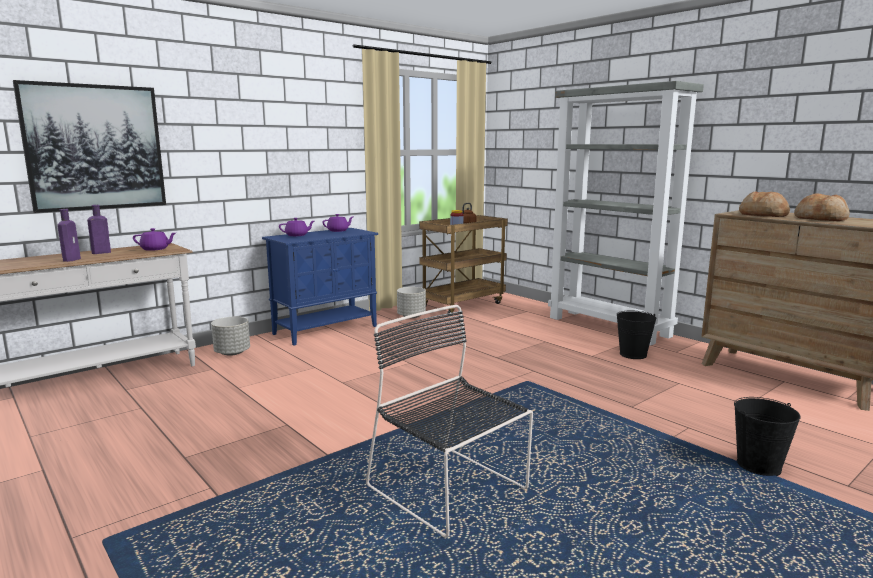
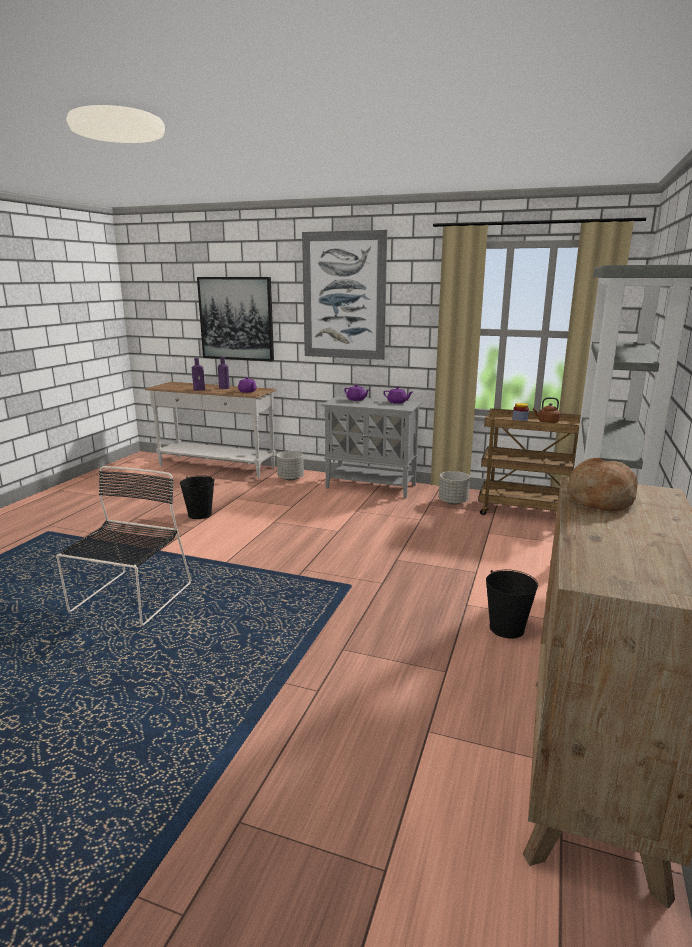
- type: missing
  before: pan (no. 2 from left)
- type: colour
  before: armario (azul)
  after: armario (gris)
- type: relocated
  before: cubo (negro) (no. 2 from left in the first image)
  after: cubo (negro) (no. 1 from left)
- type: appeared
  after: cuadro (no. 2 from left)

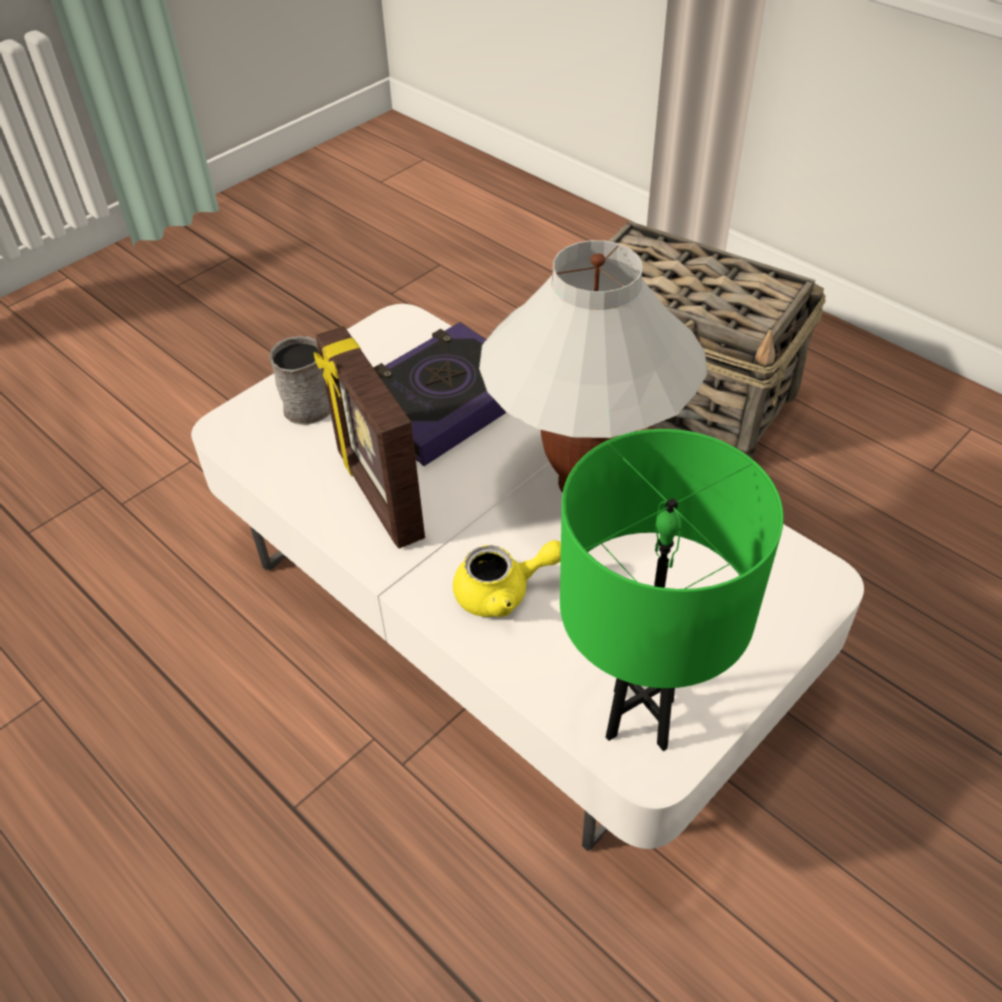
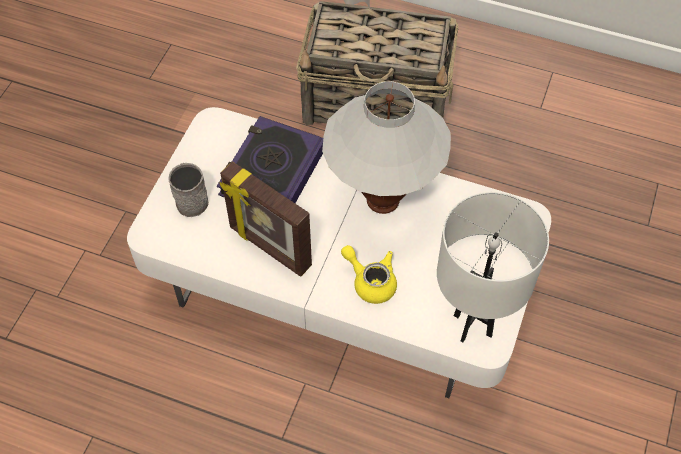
- type: colour
  before: lámpara de mesa (verde)
  after: lámpara de mesa (blanco) (no. 2 from left)
- type: spun
  before: tetera (amarillo)
  turn: -105

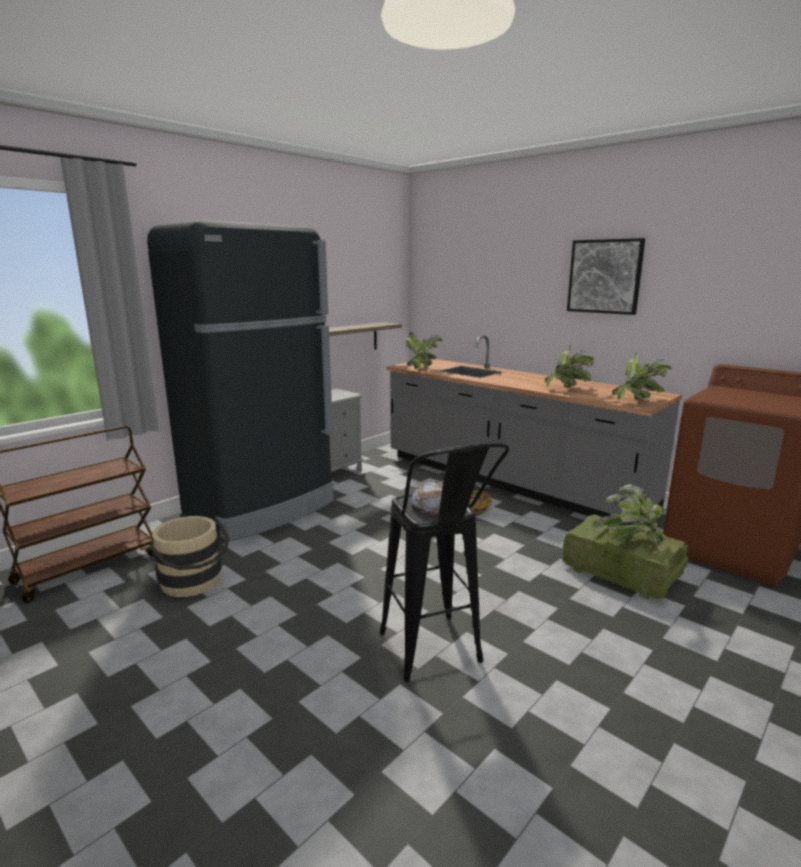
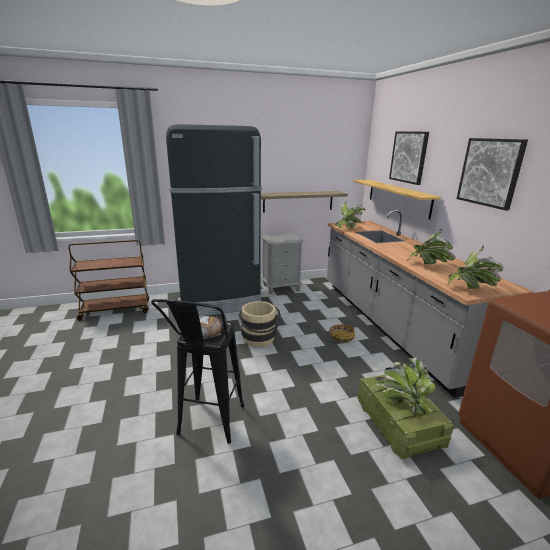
- type: relocated
  before: cubo (beis)
- type: appeared
  after: cuadro (no. 1 from left)
- type: appeared
  after: estante (no. 2 from left)

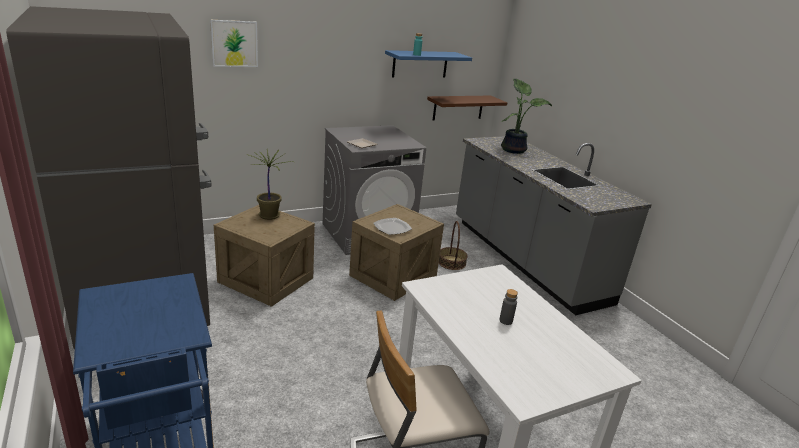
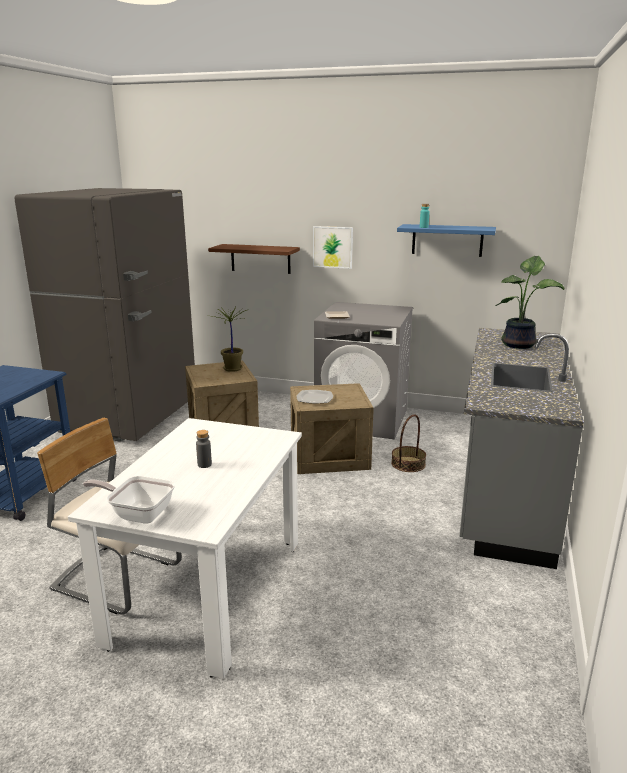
- type: relocated
  before: cuadro
- type: relocated
  before: estante (marrón)
- type: appeared
  after: sartén

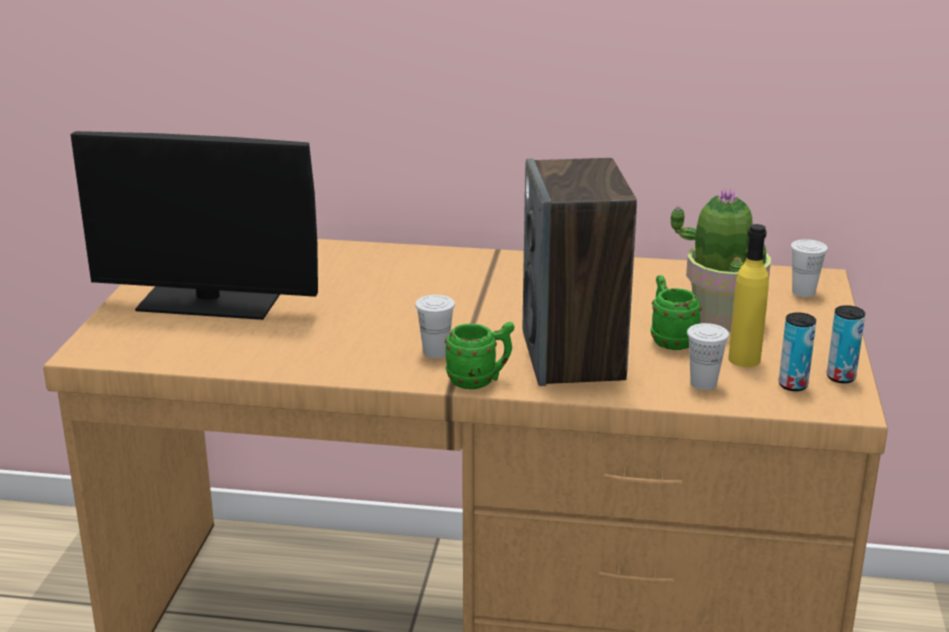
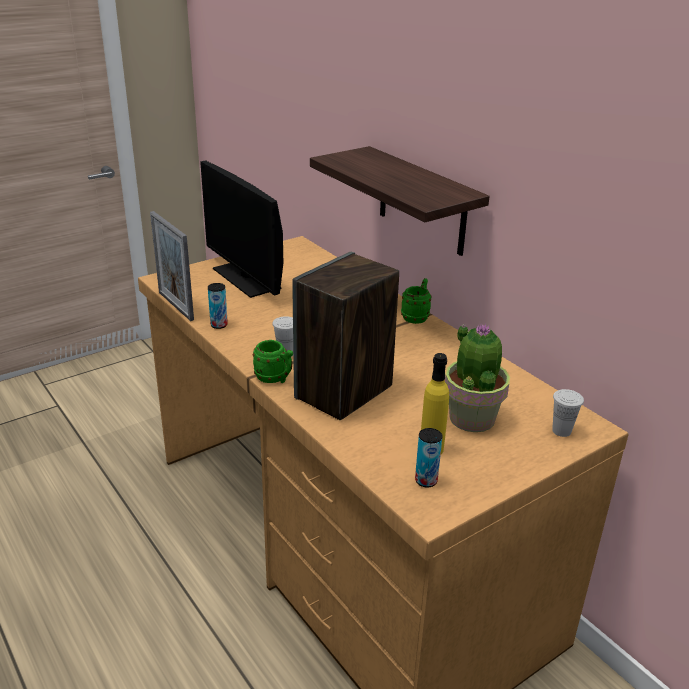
- type: relocated
  before: taza grande (verde) (no. 2 from left)
- type: relocated
  before: lata (no. 2 from left in the first image)
  after: lata (no. 1 from left)
- type: missing
  before: taza (blanco) (no. 2 from left)
- type: appeared
  after: estante
- type: appeared
  after: portarretratos

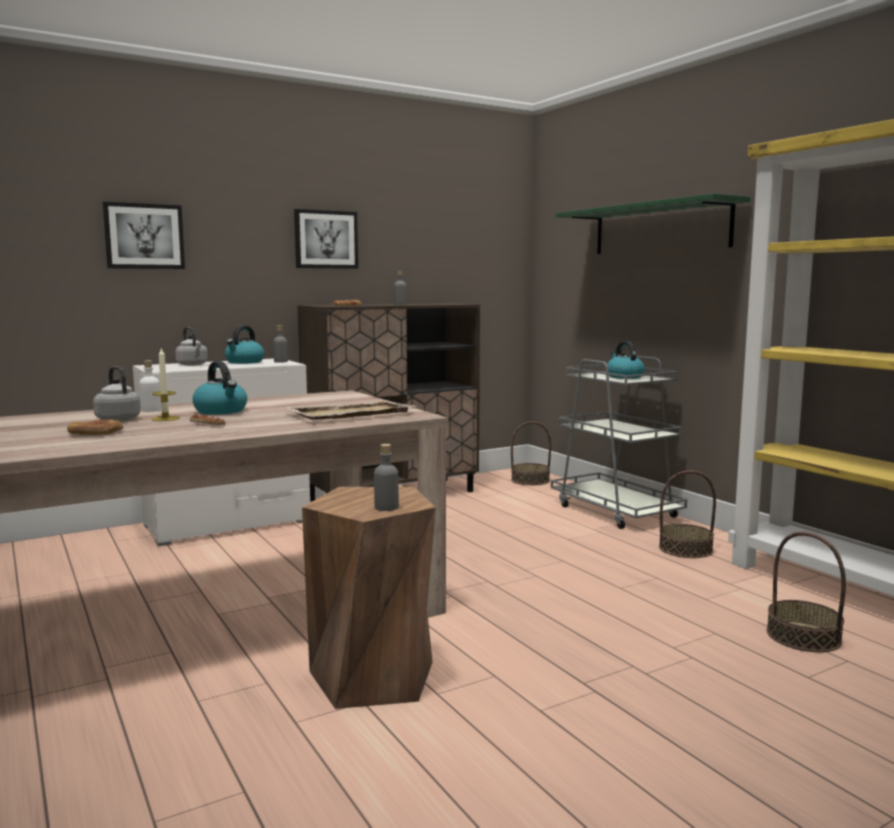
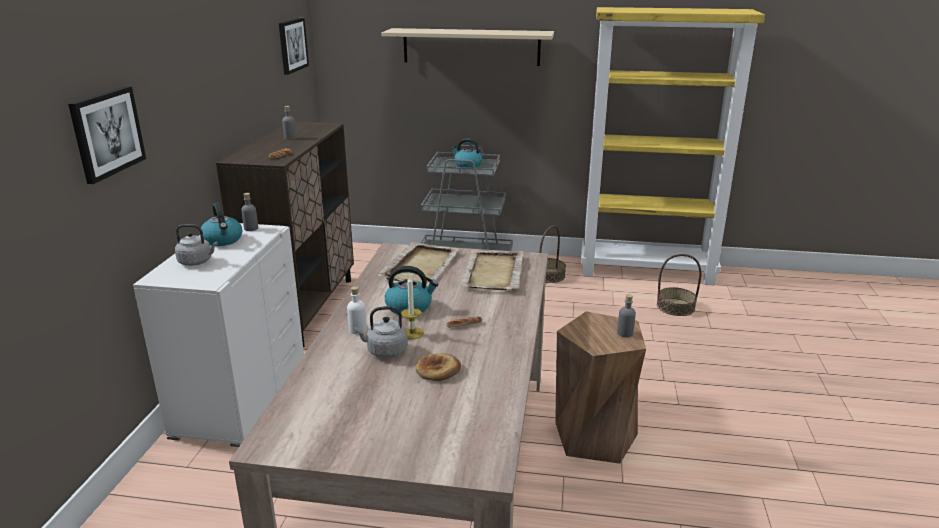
- type: colour
  before: estante (verde)
  after: estante (beis)
- type: relocated
  before: cuadro (no. 2 from left)
- type: missing
  before: cesta (no. 1 from left)
- type: appeared
  after: bandeja (beis) (no. 1 from left)

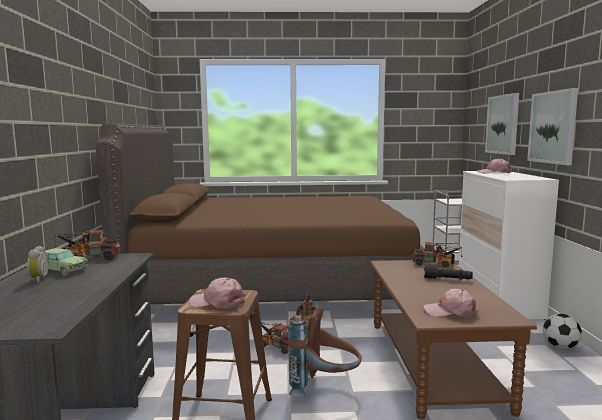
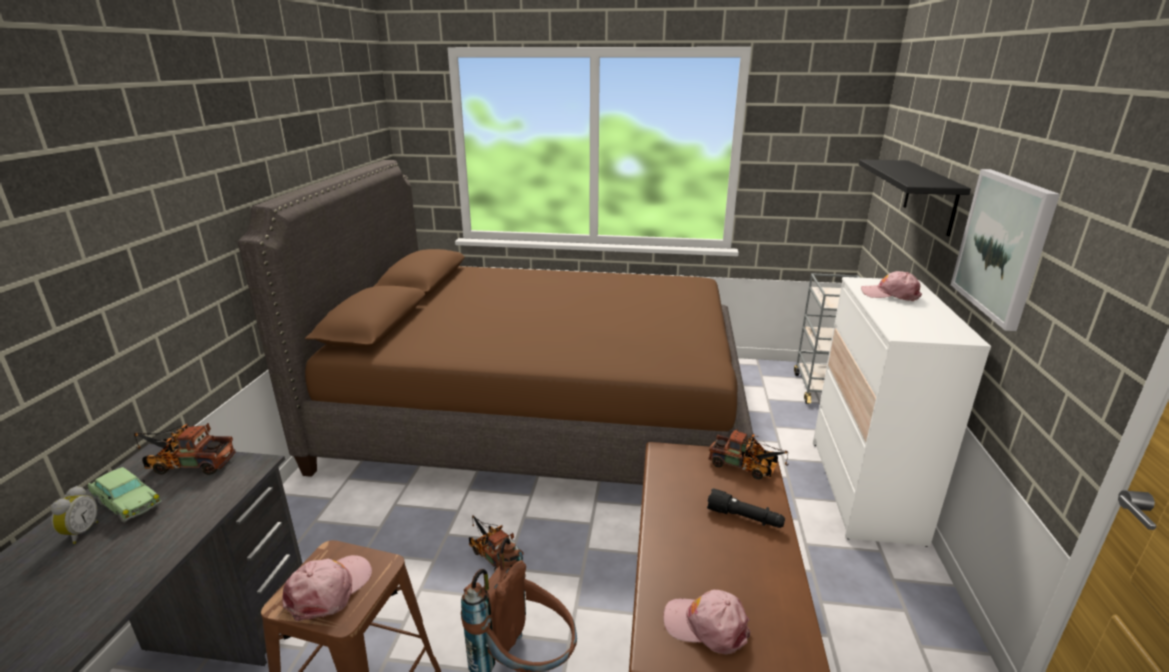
- type: exchanged
  before: cuadro (no. 1 from left)
  after: estante (negro)
- type: spun
  before: gorra (rosa) (no. 1 from left)
  turn: 90
- type: missing
  before: balón de fútbol

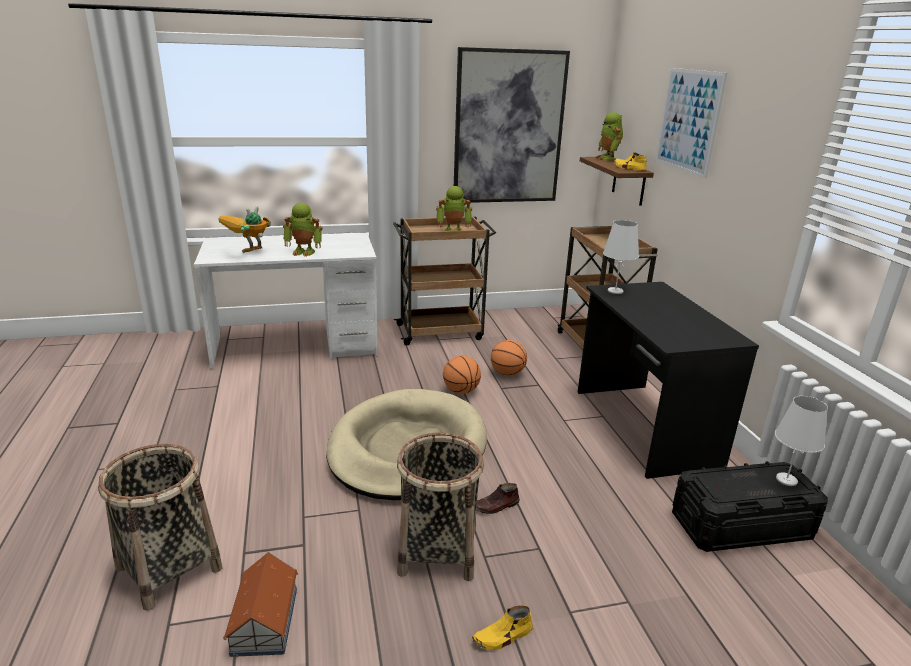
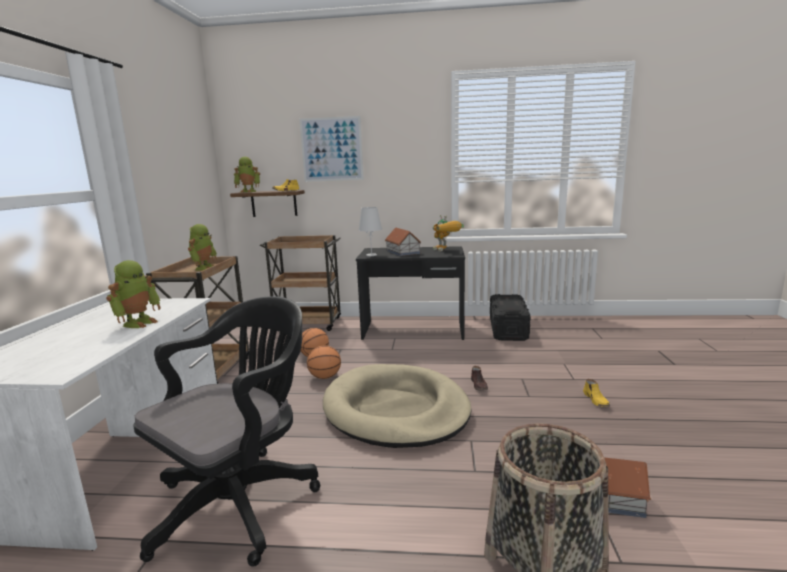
- type: missing
  before: cuadro (no. 1 from left)
- type: relocated
  before: robot de juguete (no. 1 from left in the first image)
  after: robot de juguete (no. 4 from left)
- type: missing
  before: lámpara de mesa (blanco) (no. 2 from left)
- type: missing
  before: cesta (no. 2 from left)
- type: appeared
  after: casita (no. 1 from left)
- type: appeared
  after: silla de oficina (negro)

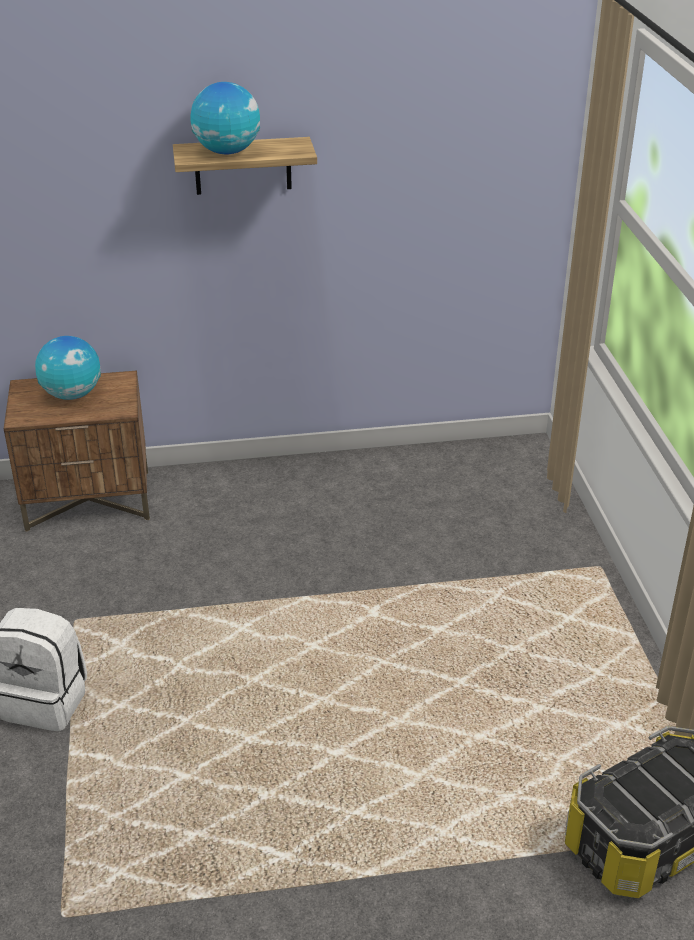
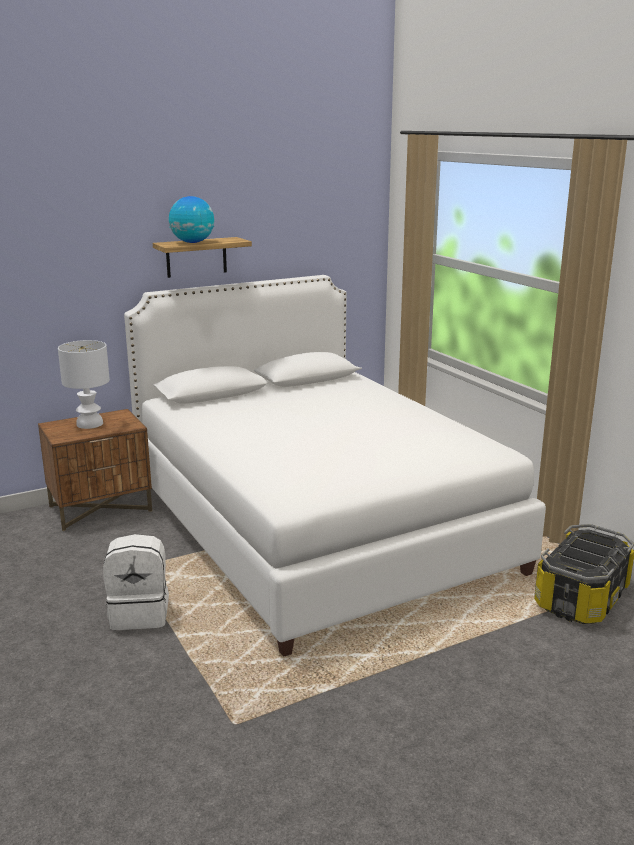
- type: exchanged
  before: globo terráqueo (no. 1 from left)
  after: lámpara de mesa (blanco)
- type: appeared
  after: cama (blanco)

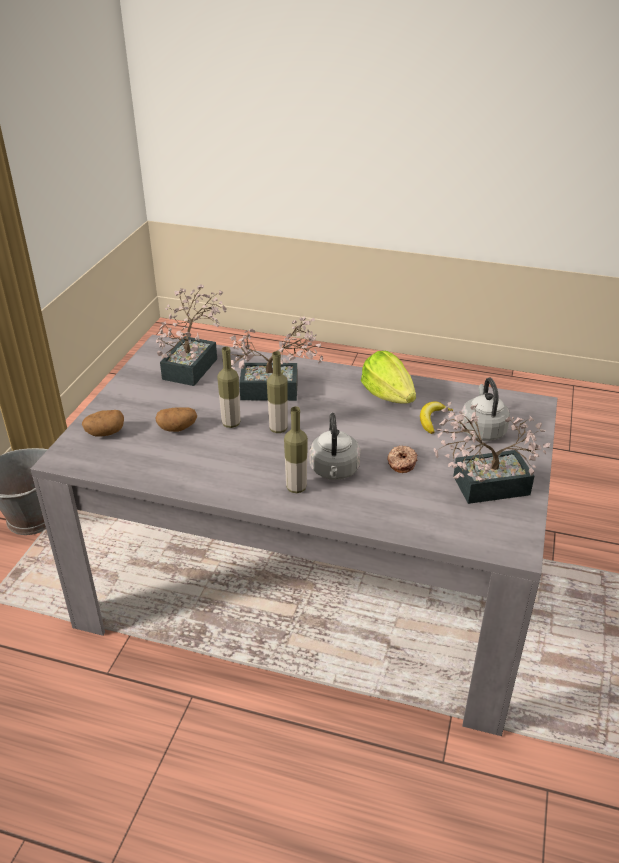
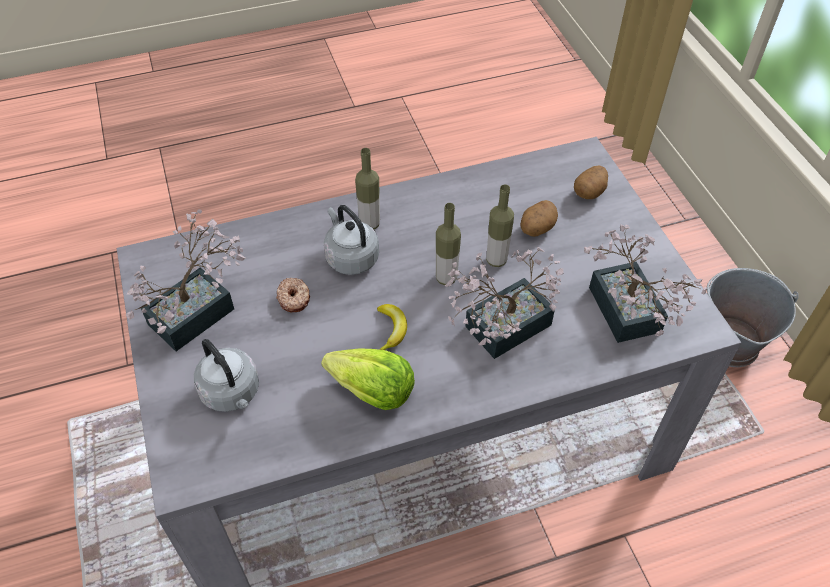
- type: relocated
  before: plátano

